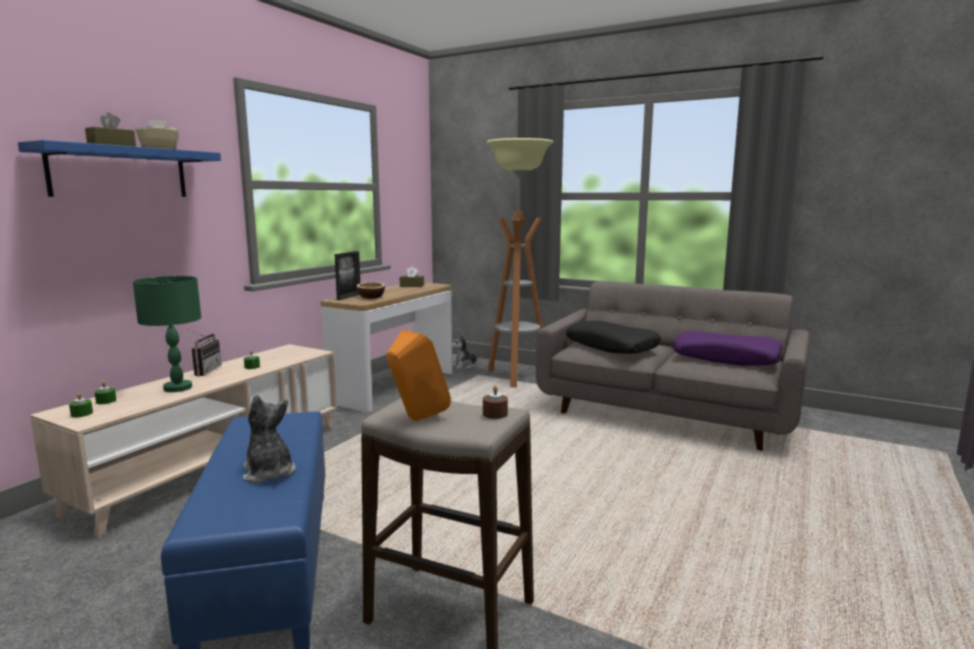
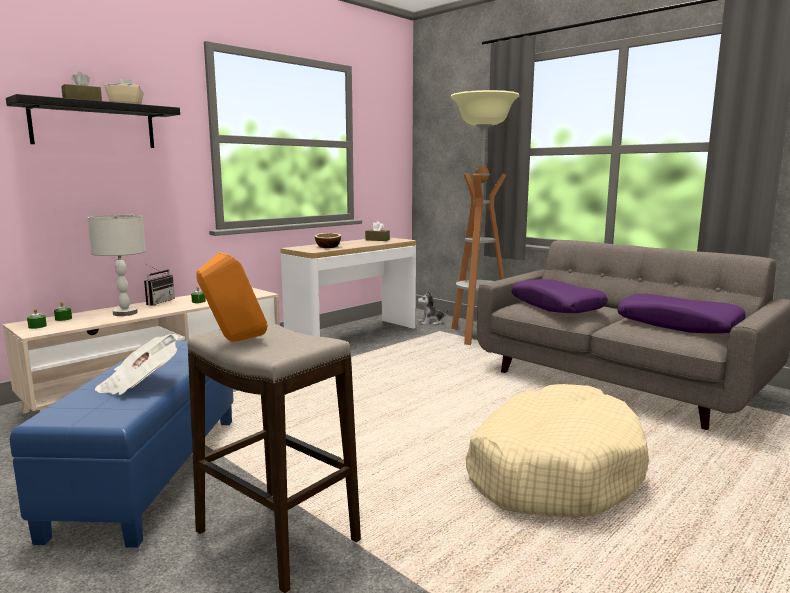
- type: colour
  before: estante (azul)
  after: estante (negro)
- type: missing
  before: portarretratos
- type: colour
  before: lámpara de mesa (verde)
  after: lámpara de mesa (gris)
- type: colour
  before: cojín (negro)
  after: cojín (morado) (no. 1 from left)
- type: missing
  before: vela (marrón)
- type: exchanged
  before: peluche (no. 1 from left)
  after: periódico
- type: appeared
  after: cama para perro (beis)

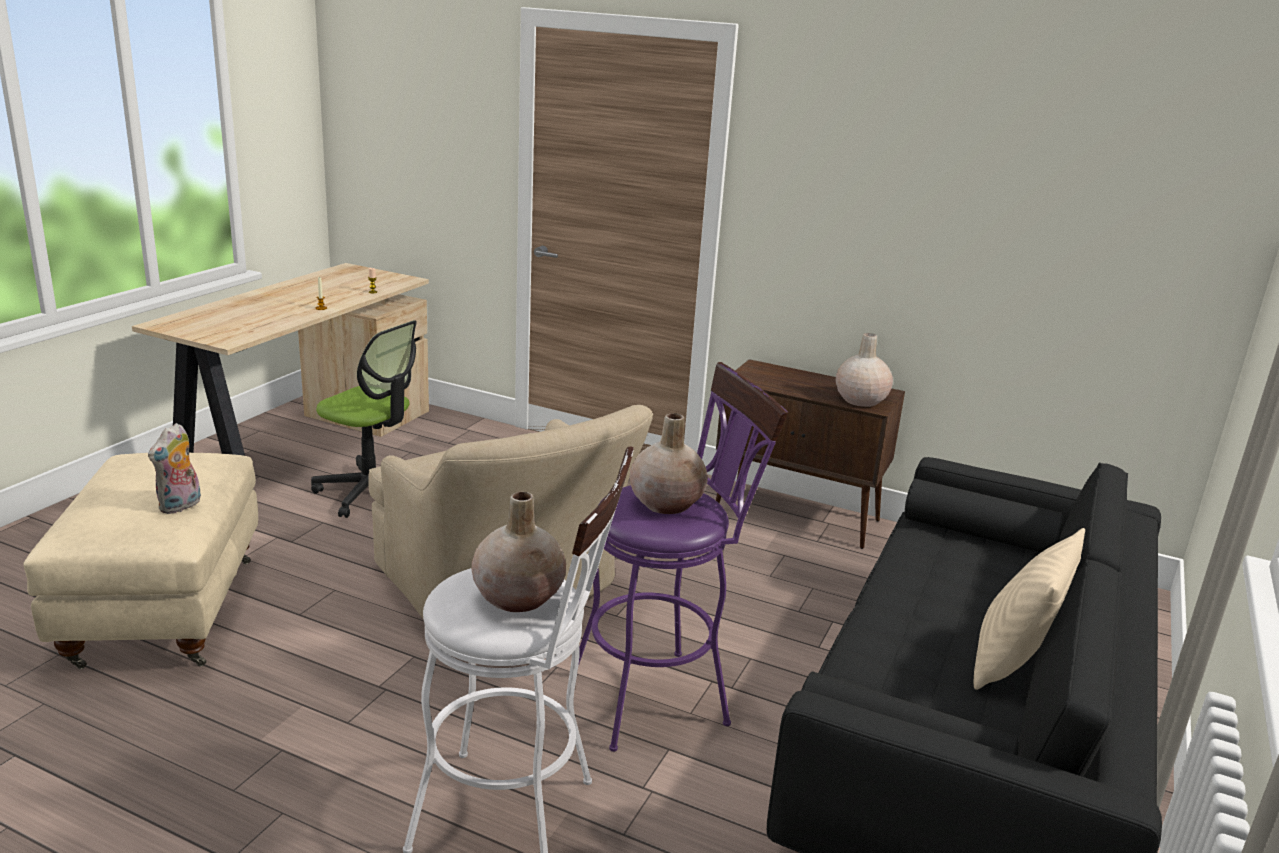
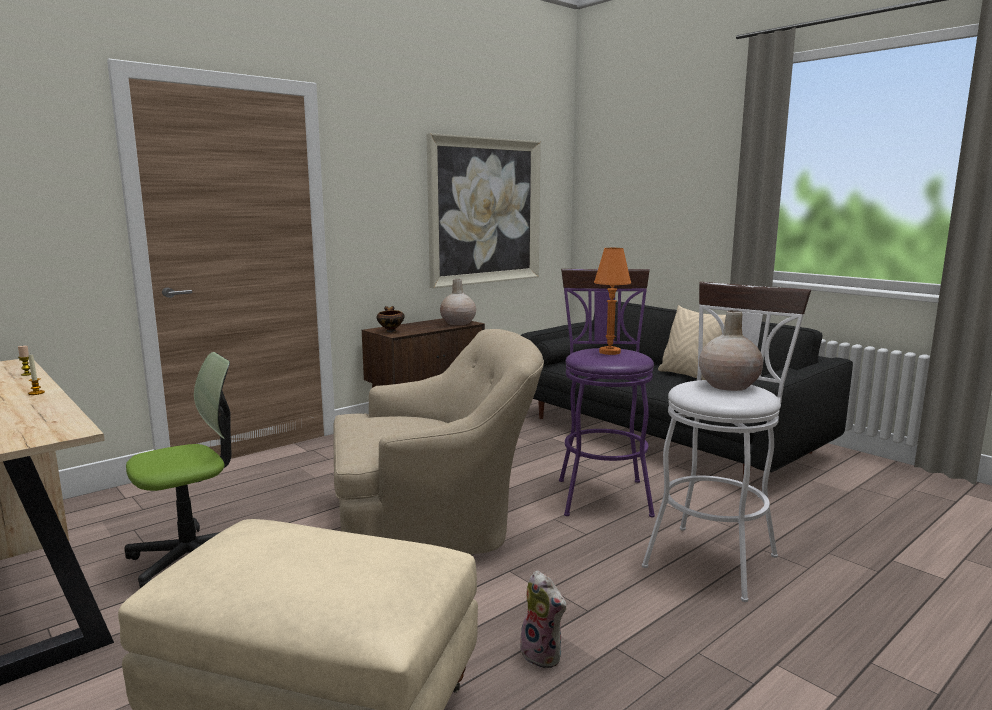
- type: exchanged
  before: florero (beis) (no. 2 from left)
  after: lámpara de mesa (naranja)
- type: relocated
  before: peluche
- type: appeared
  after: cuadro
- type: appeared
  after: cuenco

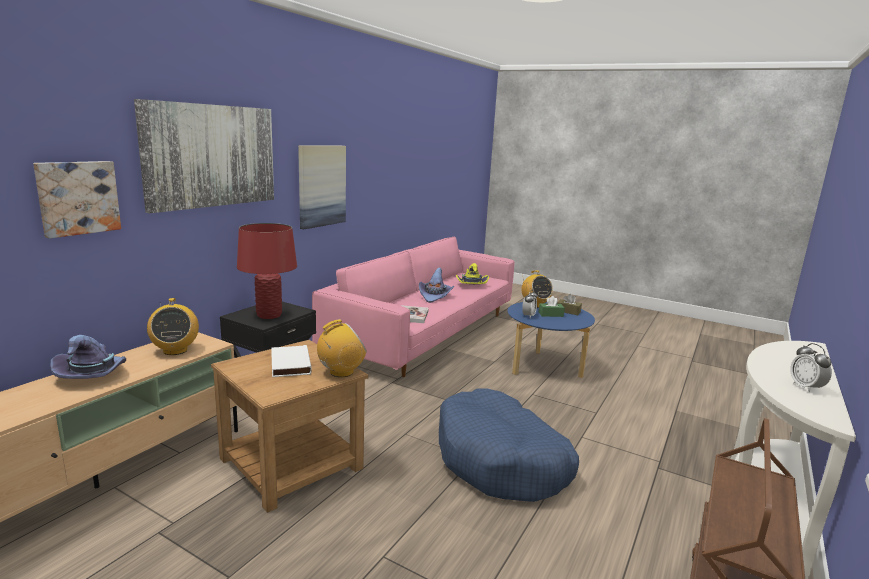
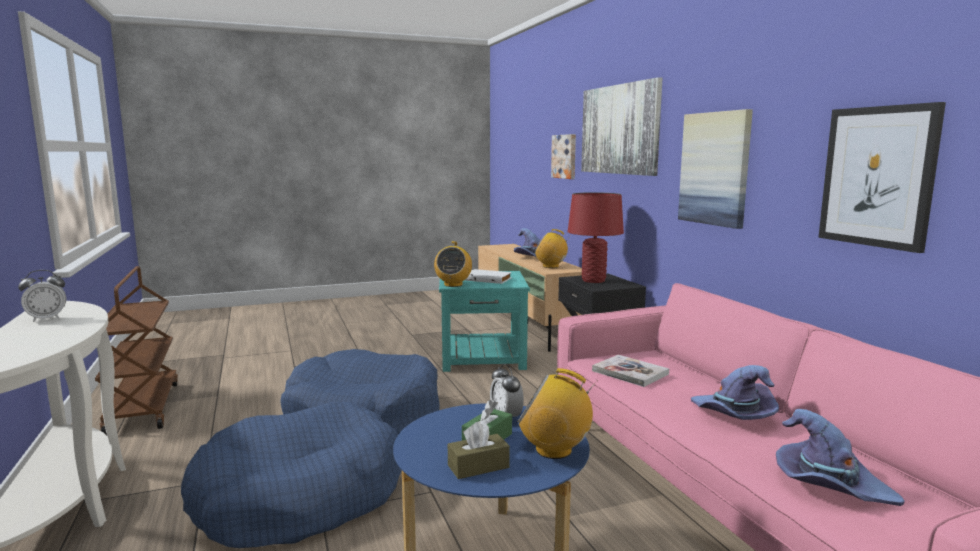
- type: colour
  before: sombrero (amarillo)
  after: sombrero (morado) (no. 3 from left)
- type: colour
  before: mesa auxiliar (marrón)
  after: mesa auxiliar (turquesa)
- type: spun
  before: despertador (no. 2 from left in the first image)
  turn: 120
- type: appeared
  after: cuadro (no. 4 from left)
- type: appeared
  after: cama para perro (azul) (no. 1 from left)

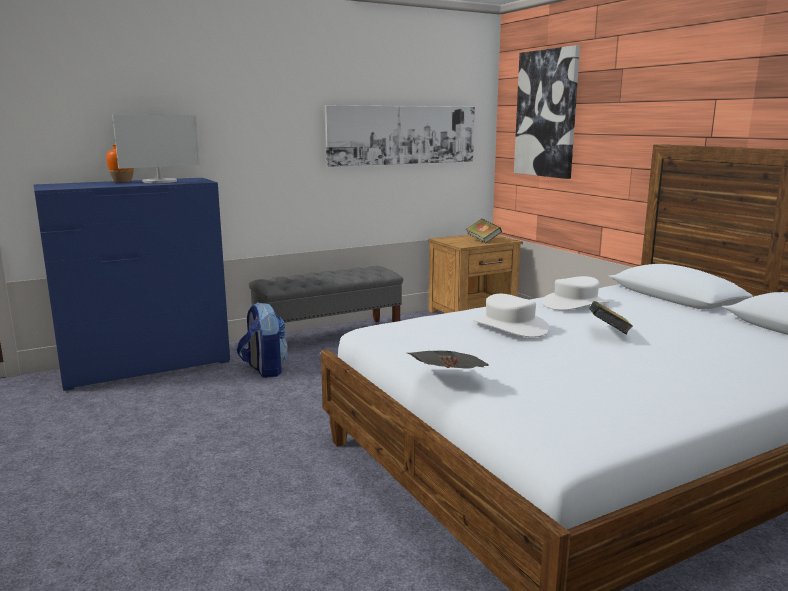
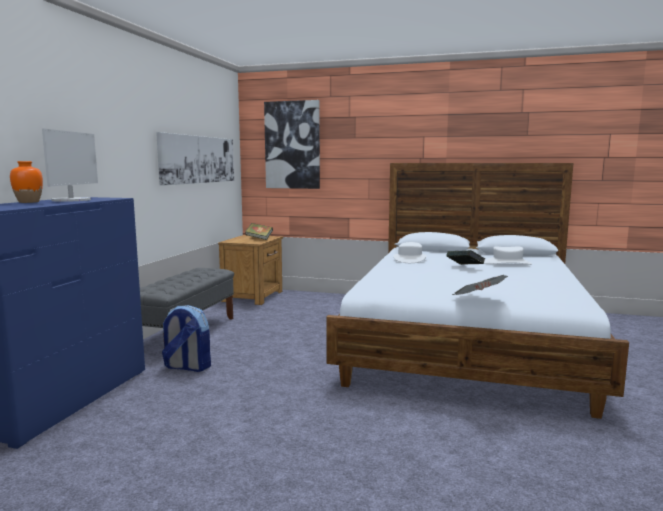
- type: relocated
  before: sombrero (blanco) (no. 1 from left in the first image)
  after: sombrero (blanco) (no. 2 from left)

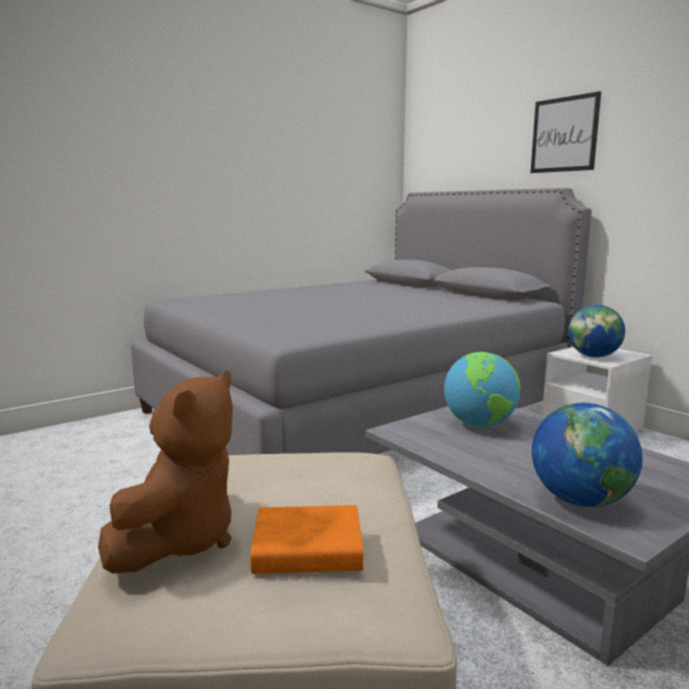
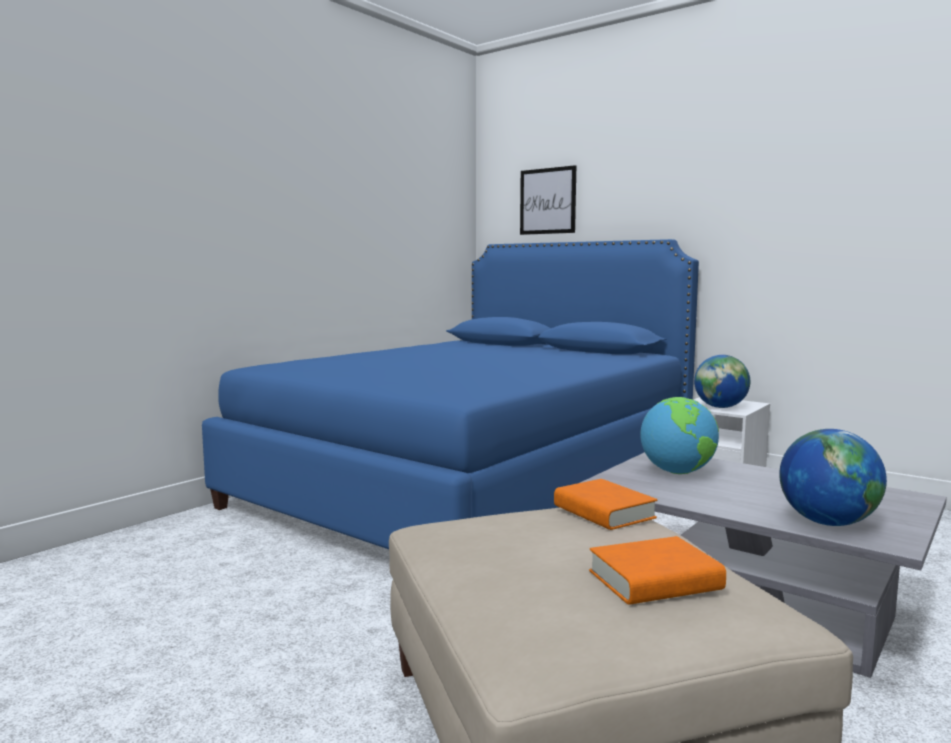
- type: relocated
  before: cuadro
- type: colour
  before: cama (gris)
  after: cama (azul)
- type: missing
  before: peluche (marrón)
- type: appeared
  after: libro (naranja) (no. 1 from left)

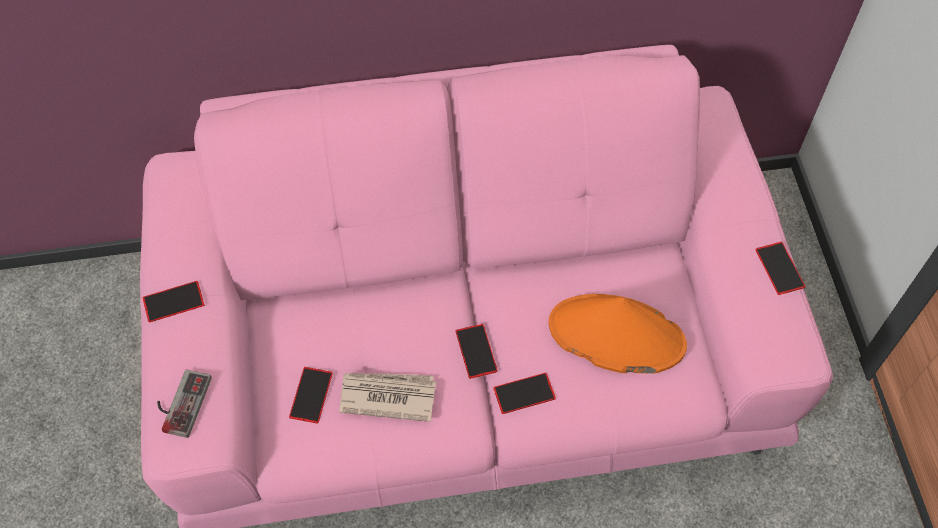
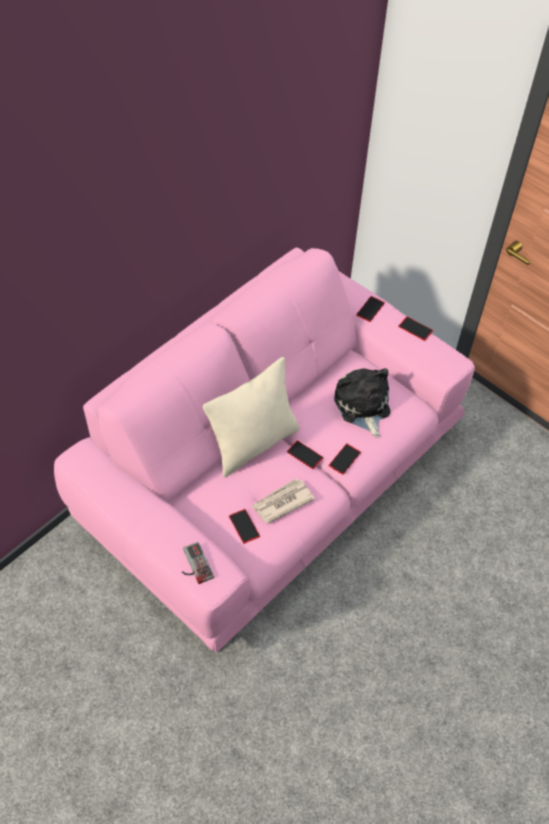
- type: relocated
  before: móvil (no. 1 from left in the first image)
  after: móvil (no. 4 from left)
- type: exchanged
  before: sombrero (naranja)
  after: peluche
- type: appeared
  after: cojín (beis)

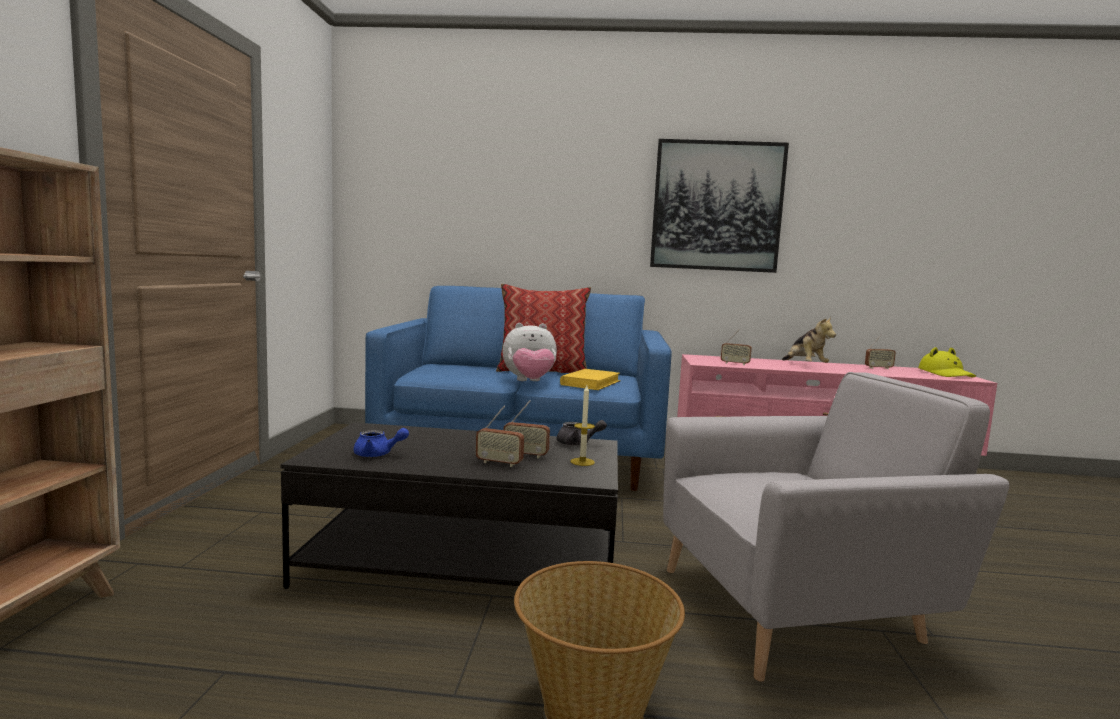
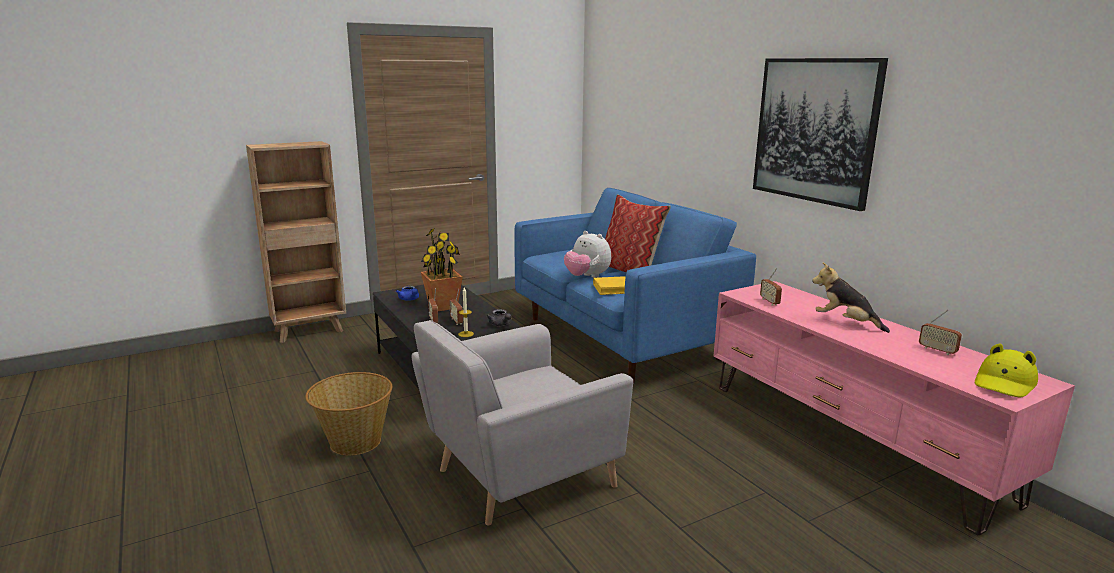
- type: spun
  before: peluche (no. 2 from left)
  turn: 90
- type: spun
  before: sillón (gris)
  turn: 105
- type: appeared
  after: planta en maceta

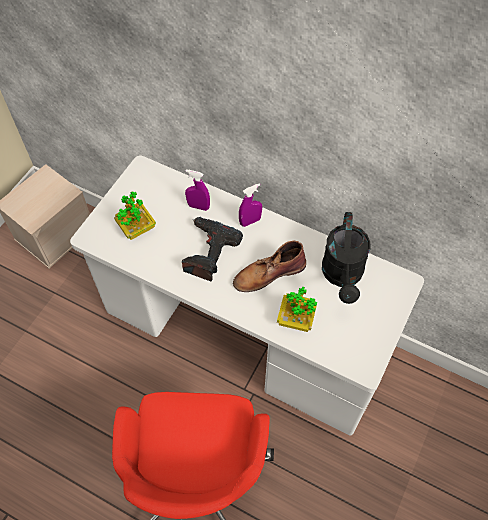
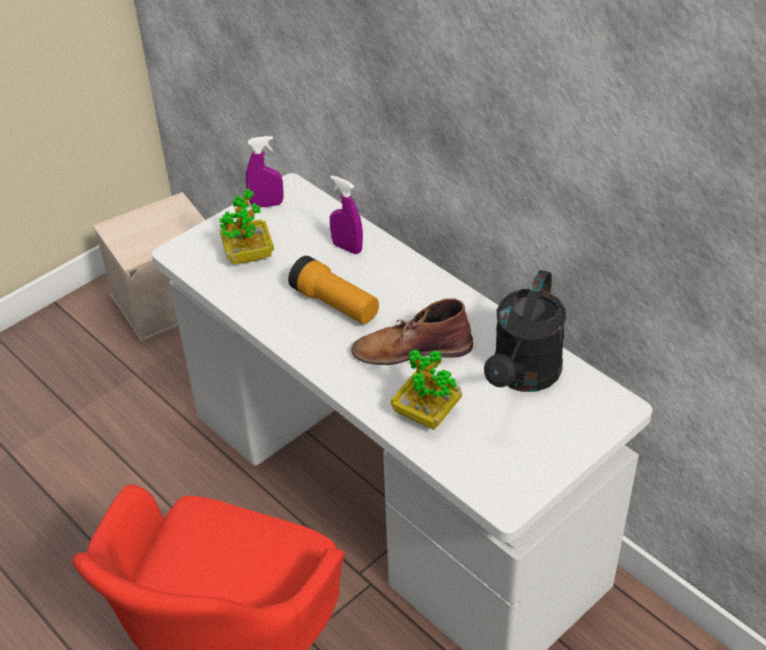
- type: relocated
  before: pulverizador (morado) (no. 2 from left in the first image)
  after: pulverizador (morado) (no. 1 from left)
- type: exchanged
  before: taladro
  after: linterna

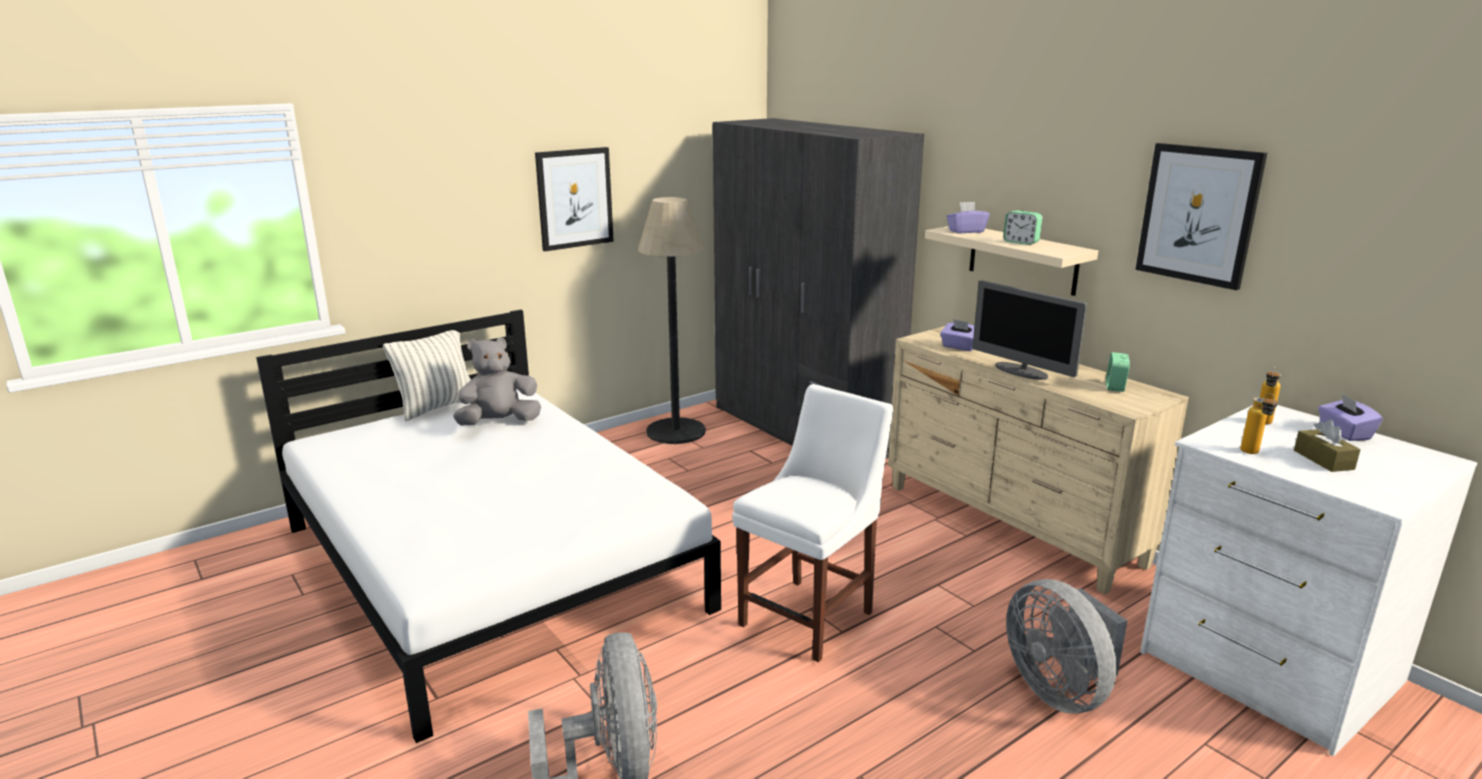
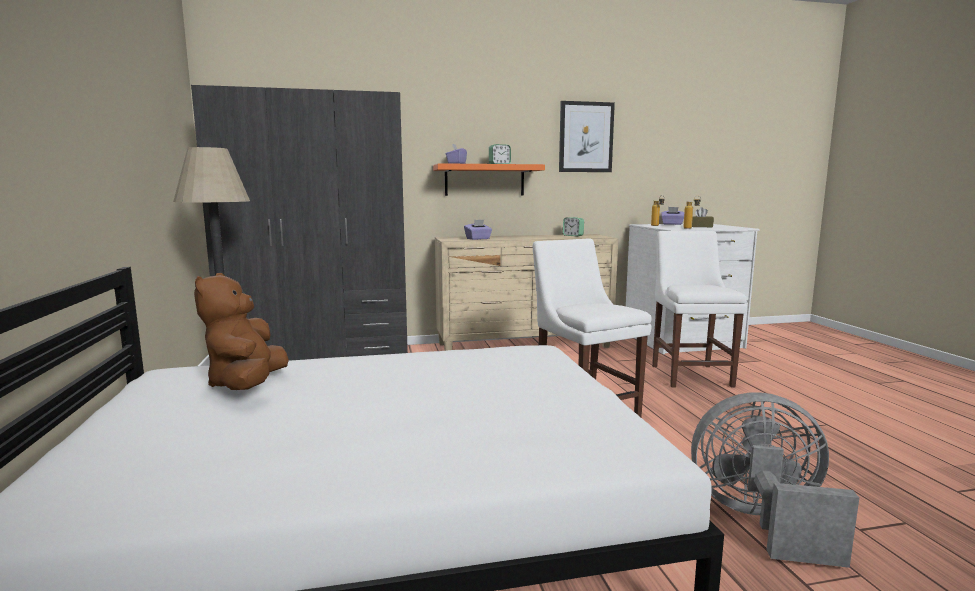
- type: missing
  before: cuadro (no. 1 from left)
- type: colour
  before: estante (beis)
  after: estante (naranja)
- type: missing
  before: monitor
- type: missing
  before: cojín
- type: colour
  before: peluche (gris)
  after: peluche (marrón)
- type: exchanged
  before: ventilador (gris) (no. 2 from left)
  after: silla (blanco) (no. 2 from left)

